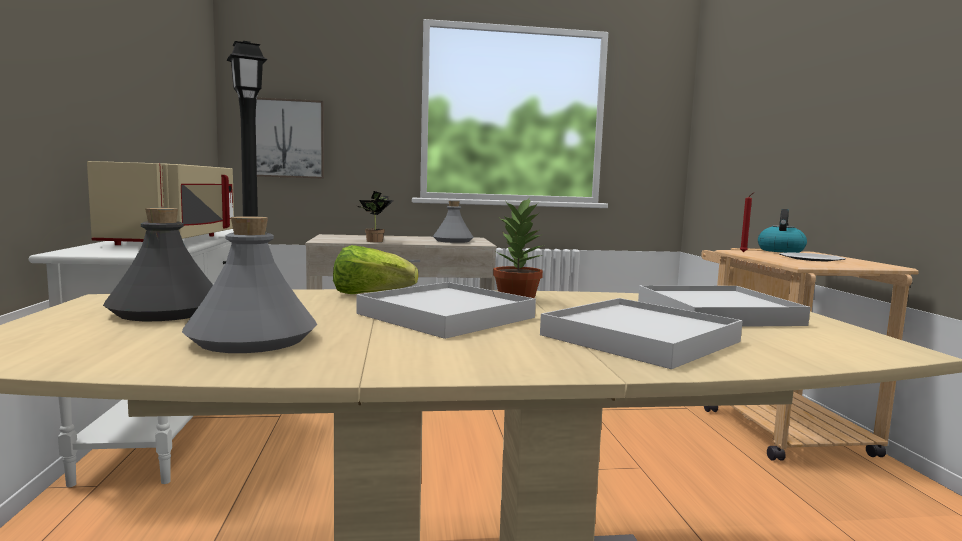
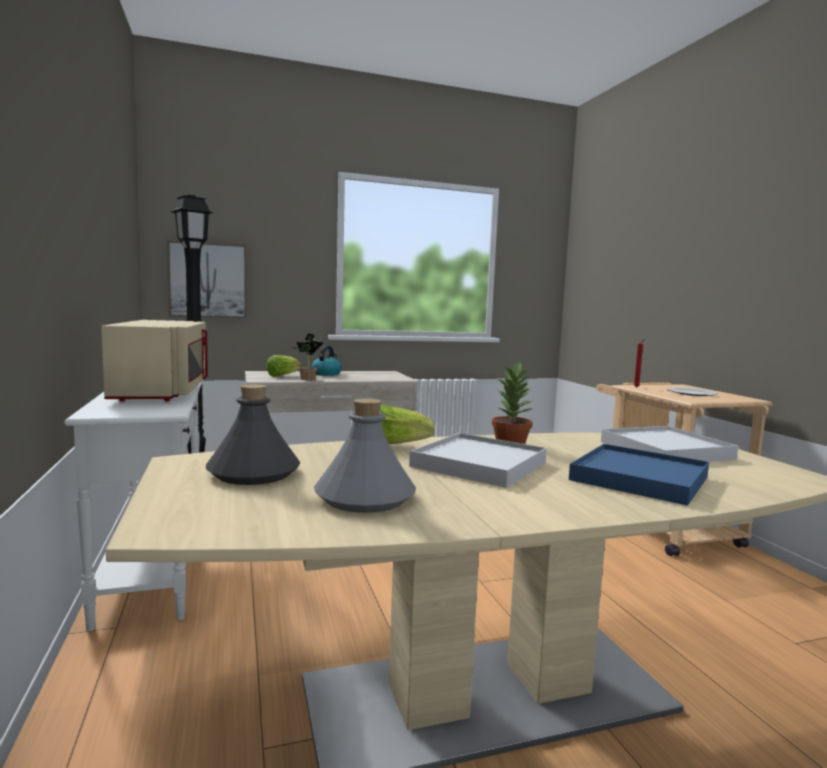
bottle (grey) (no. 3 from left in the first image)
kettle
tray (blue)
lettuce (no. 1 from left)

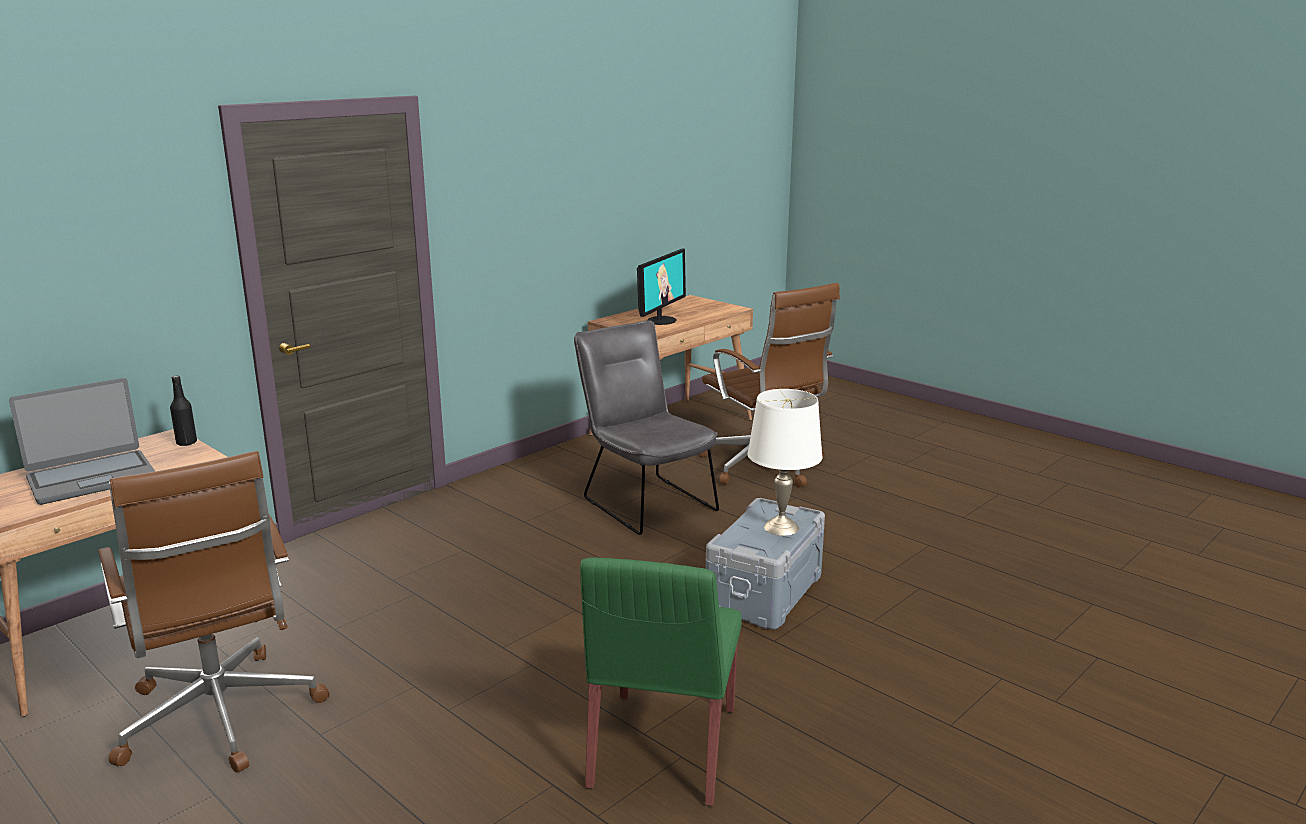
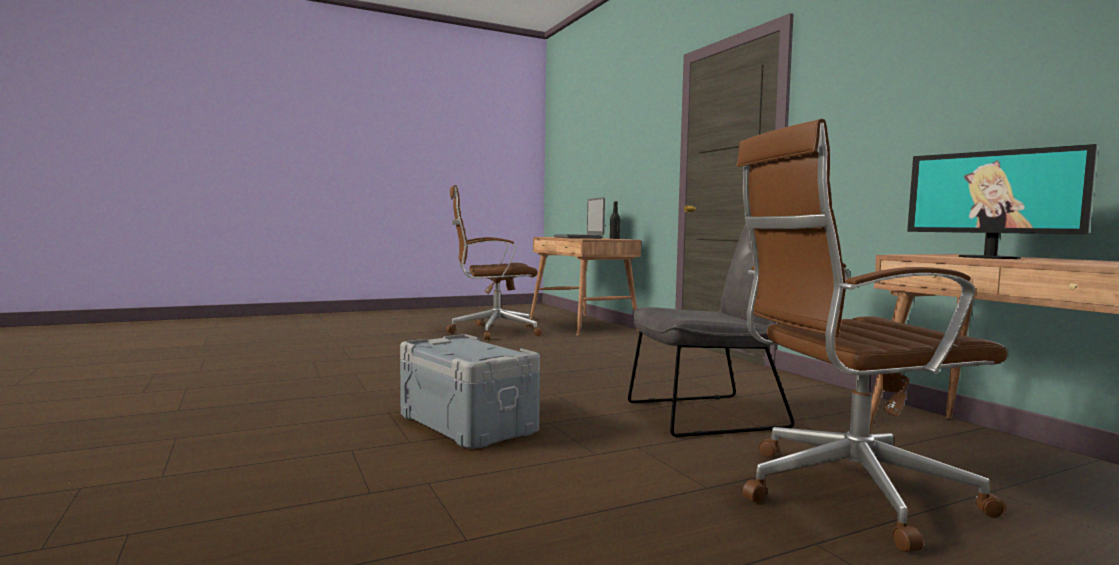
table lamp (white)
chair (green)

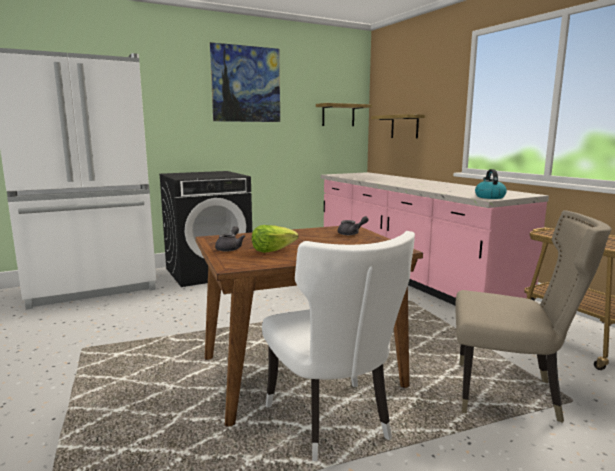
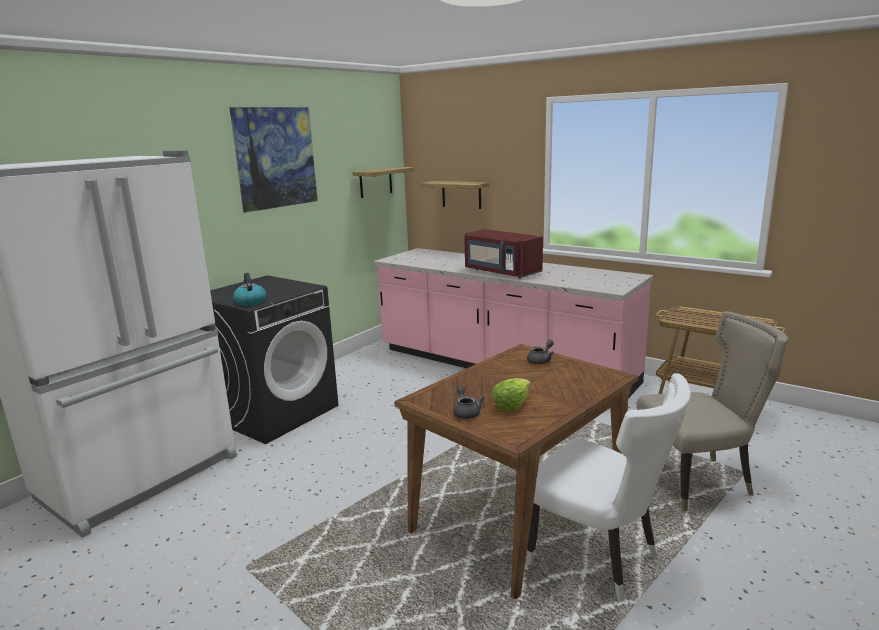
kettle
microwave (red)

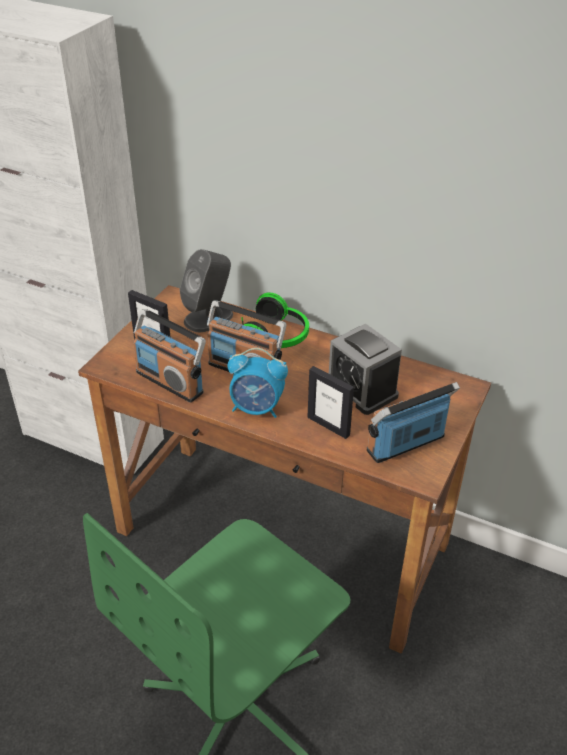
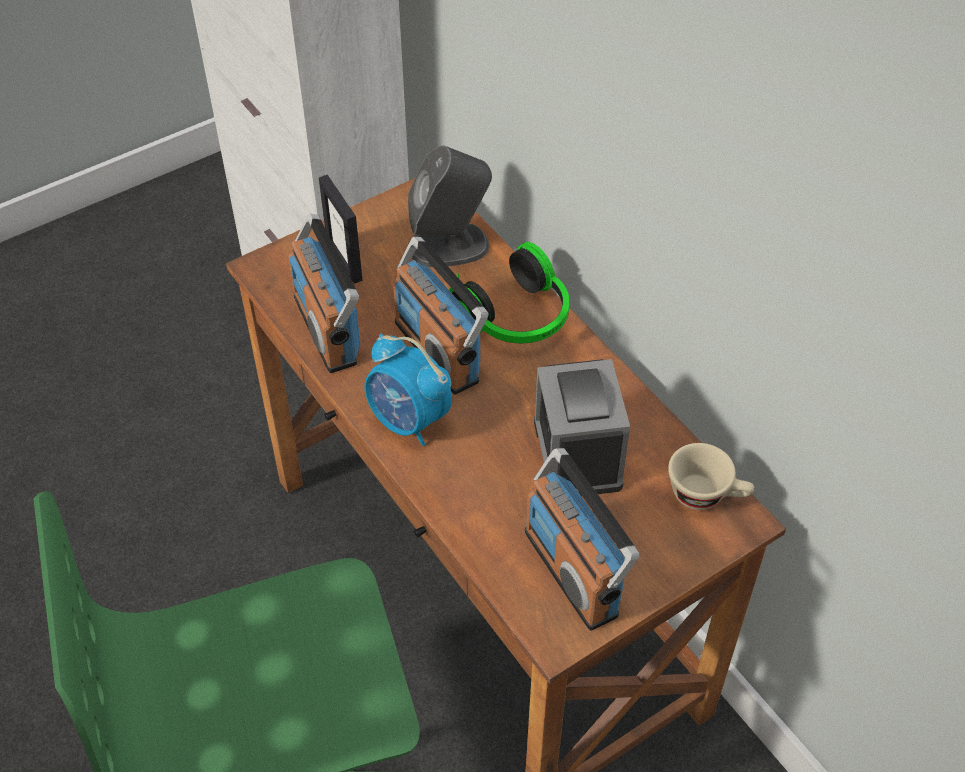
picture frame (no. 2 from left in the first image)
radio (no. 3 from left)
cup (beige)

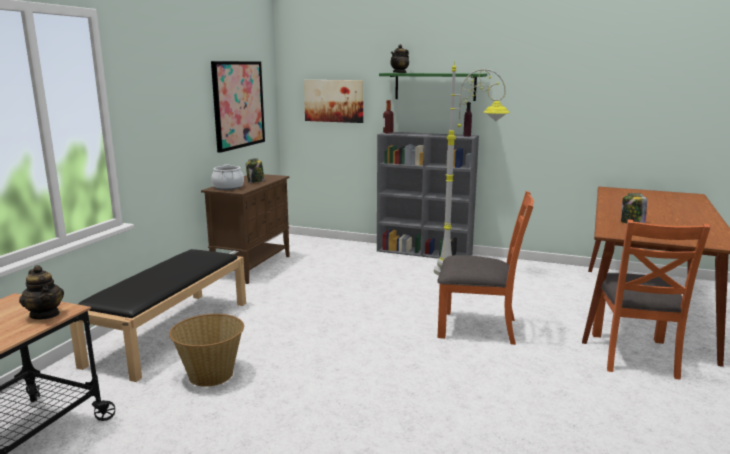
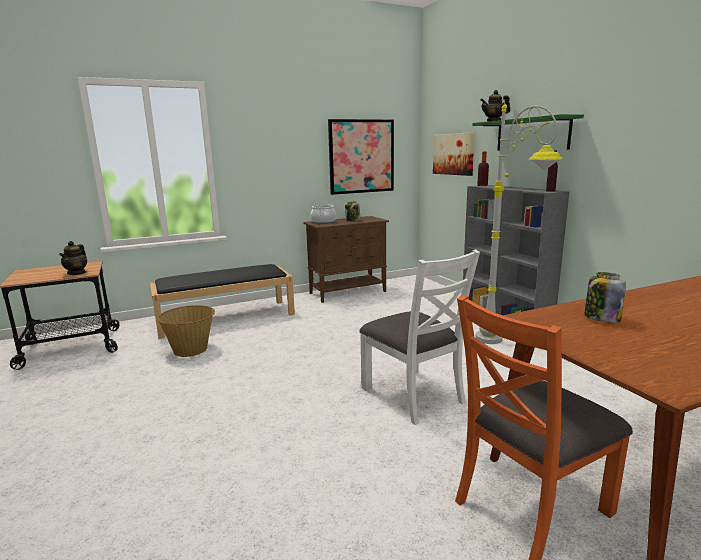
chair (white)

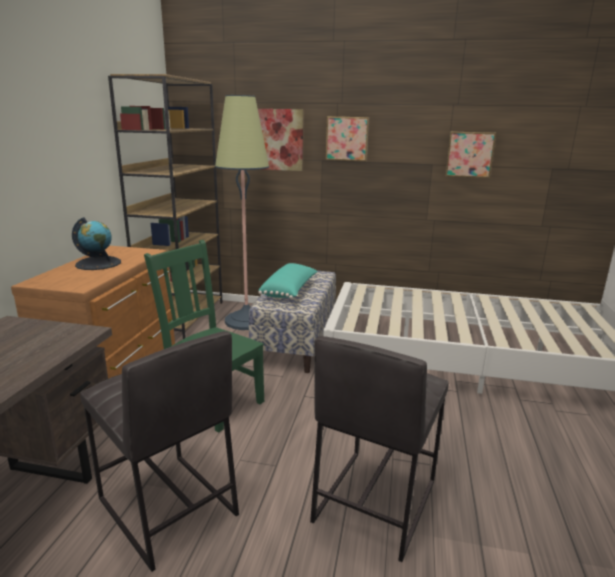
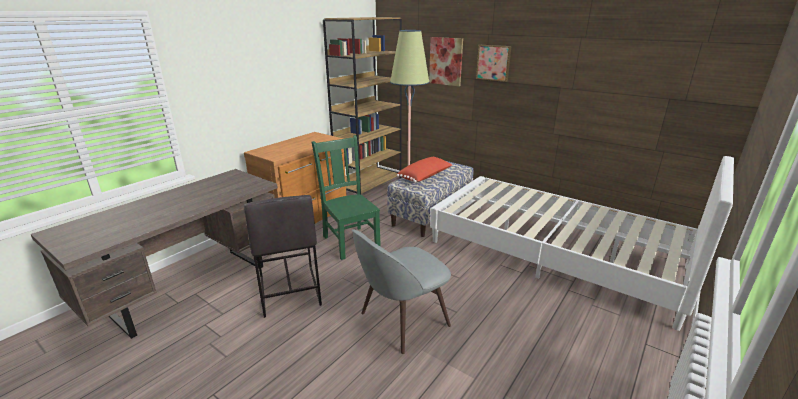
picture (no. 3 from left in the first image)
globe
pillow (red)
chair (grey)

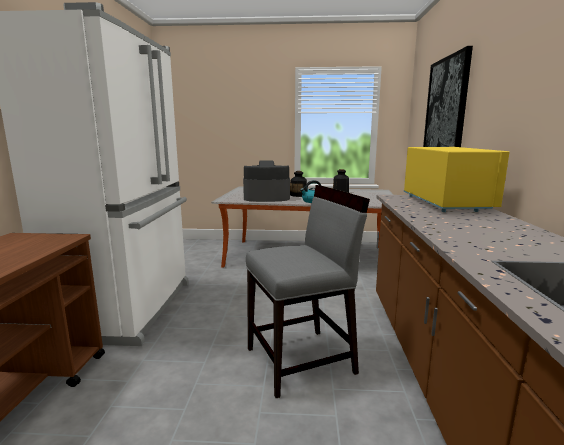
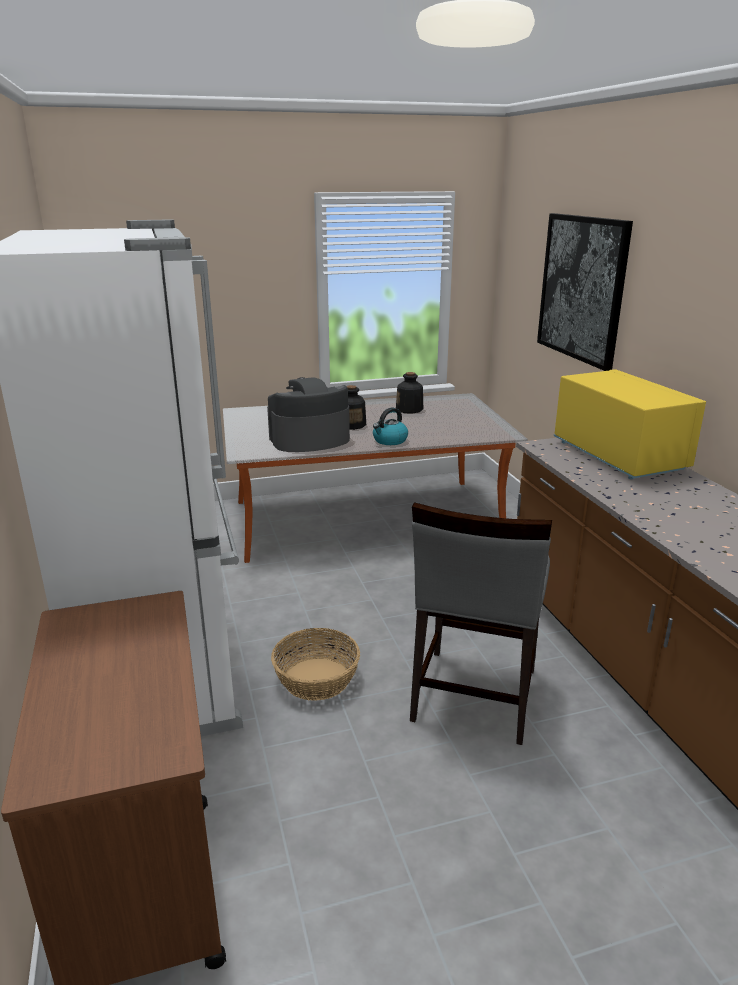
chair (grey)
basket

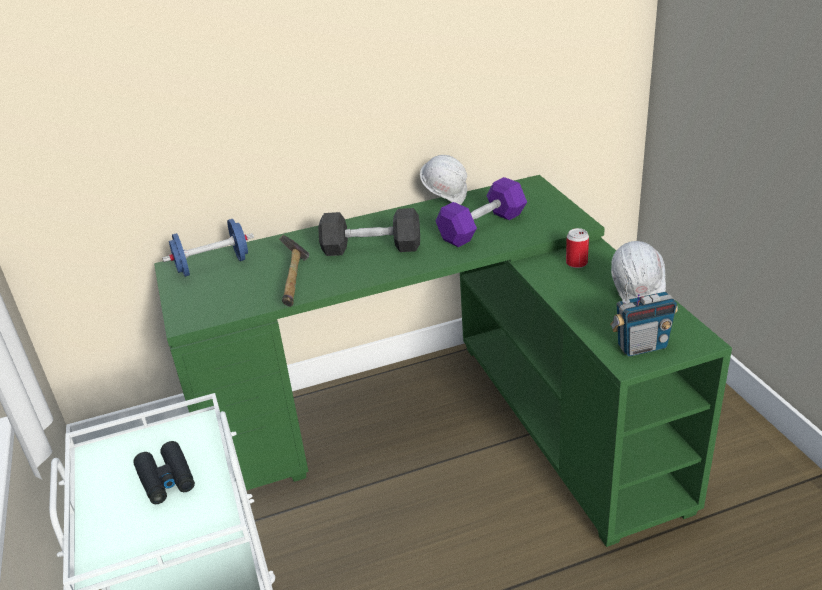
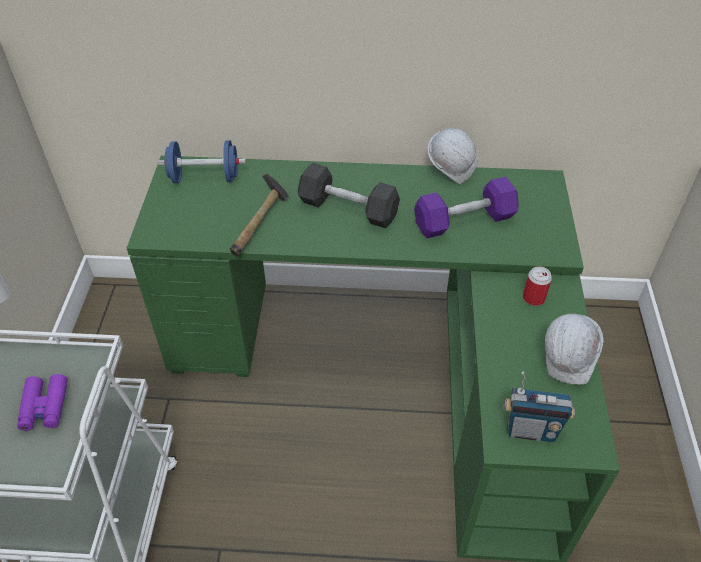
binoculars (purple)

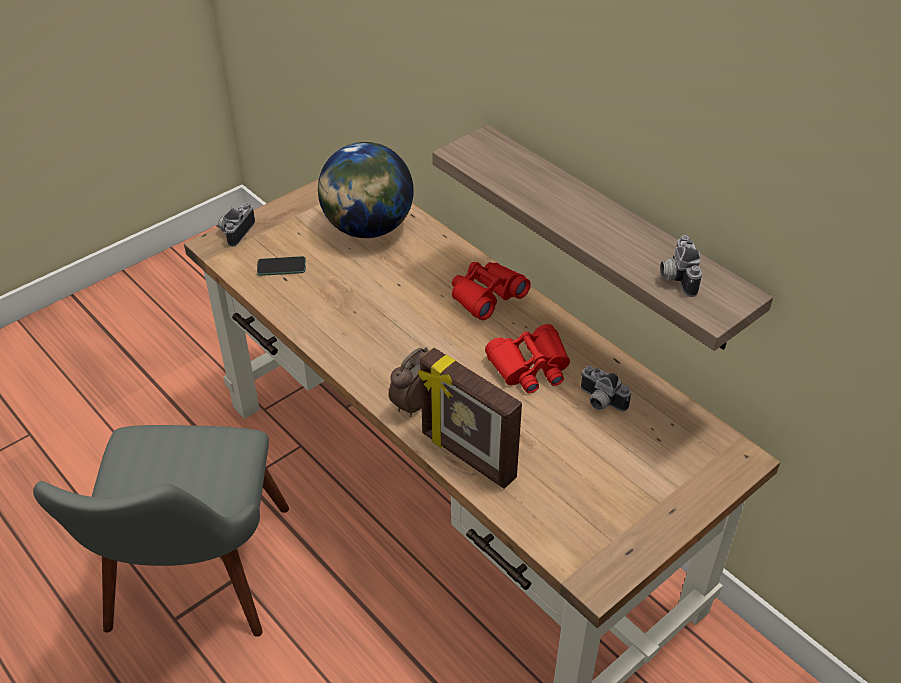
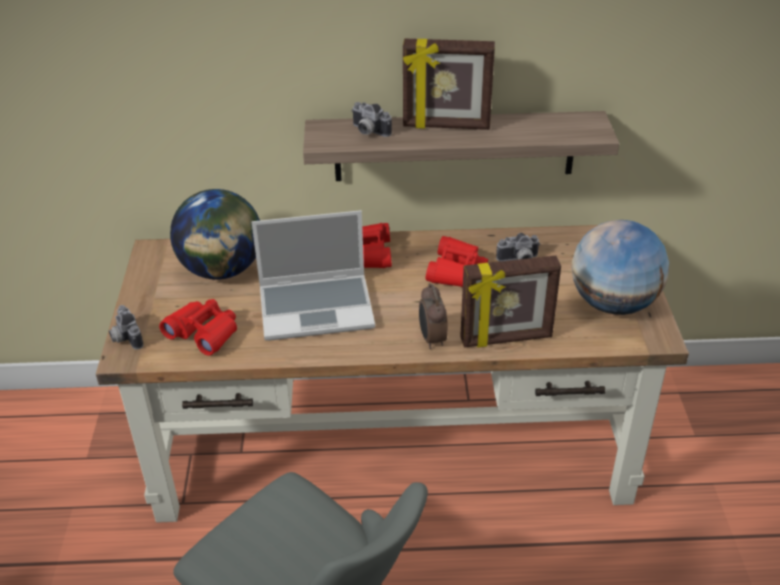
photo camera (no. 2 from left)
binoculars (red) (no. 1 from left)
picture frame (no. 1 from left)
laptop
globe (no. 2 from left)

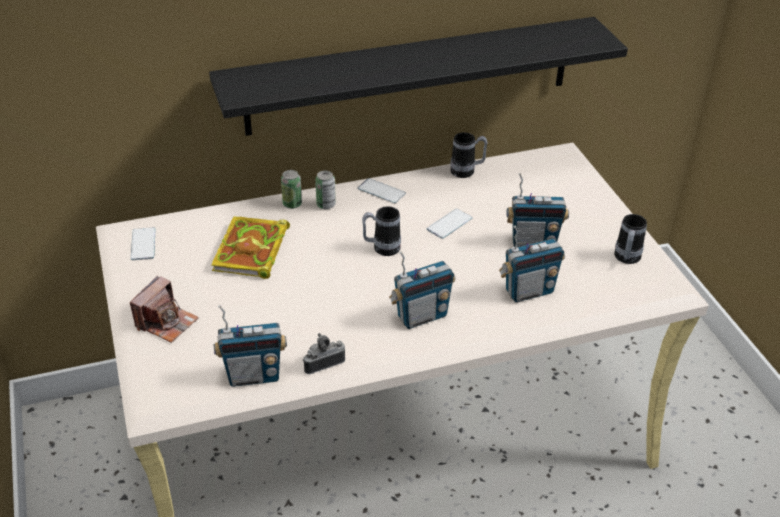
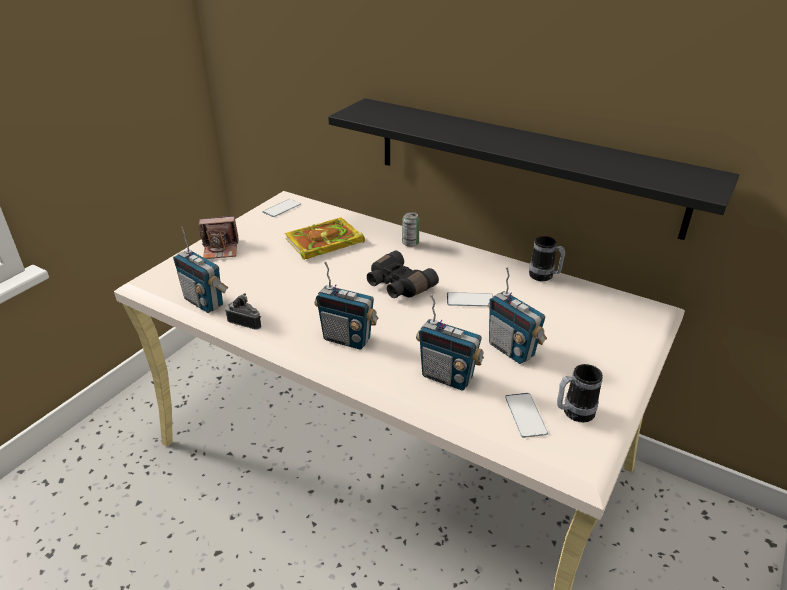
can (no. 1 from left in the first image)
phone (no. 3 from left)
binoculars (black)

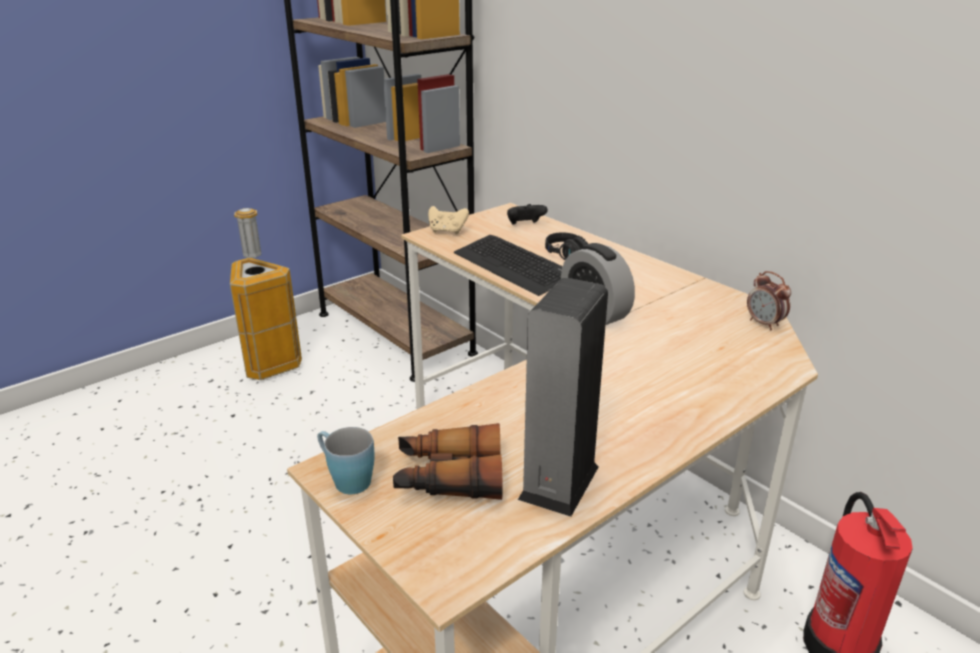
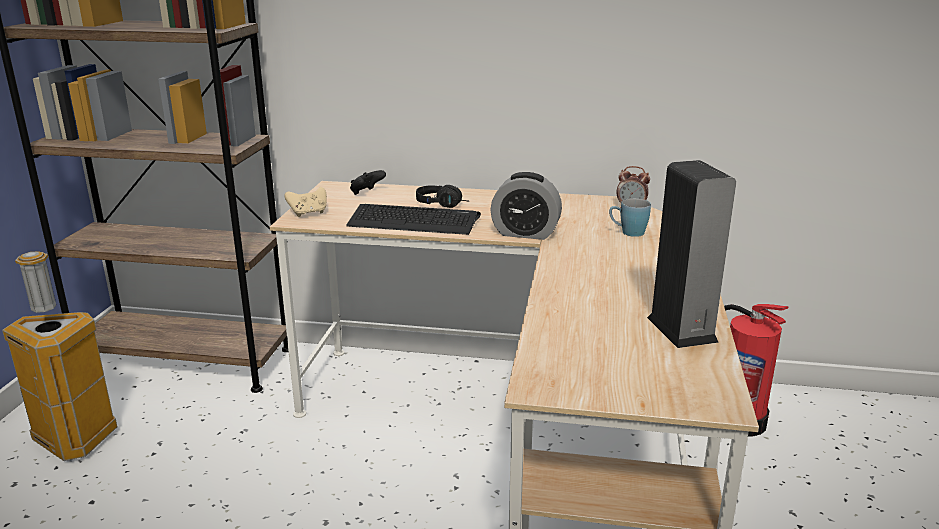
binoculars
mug (blue)

